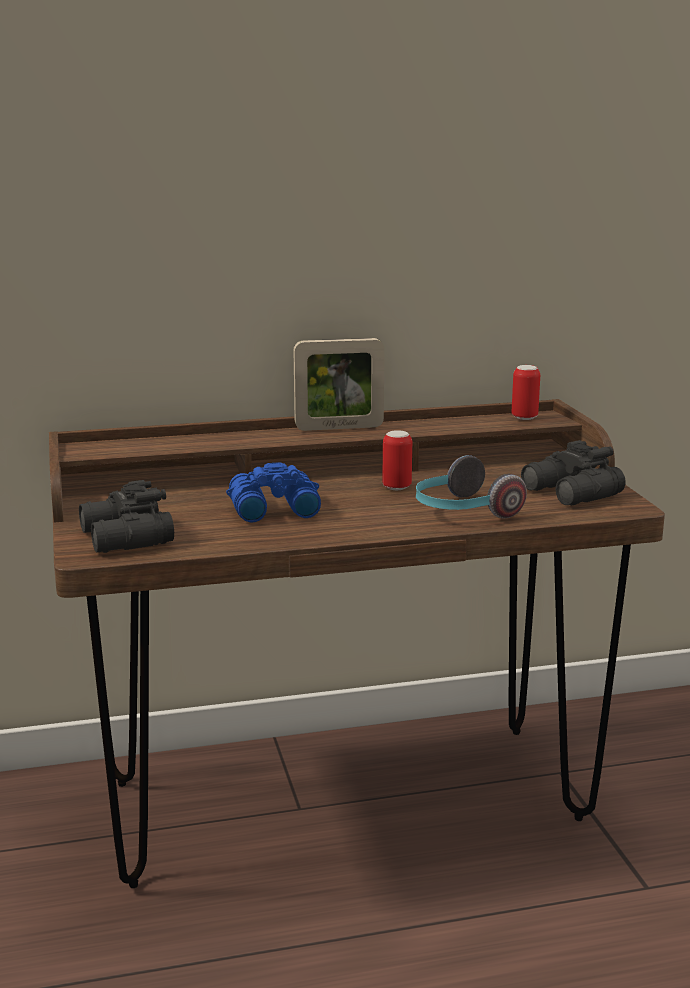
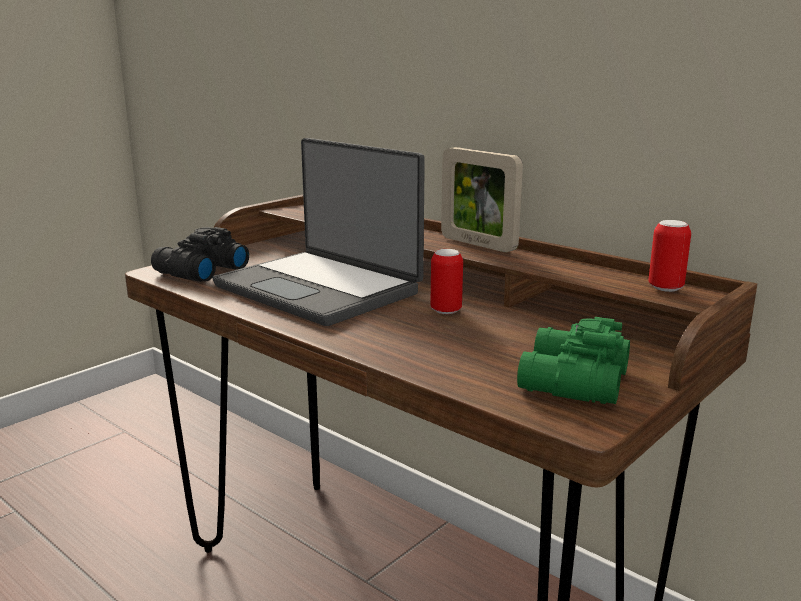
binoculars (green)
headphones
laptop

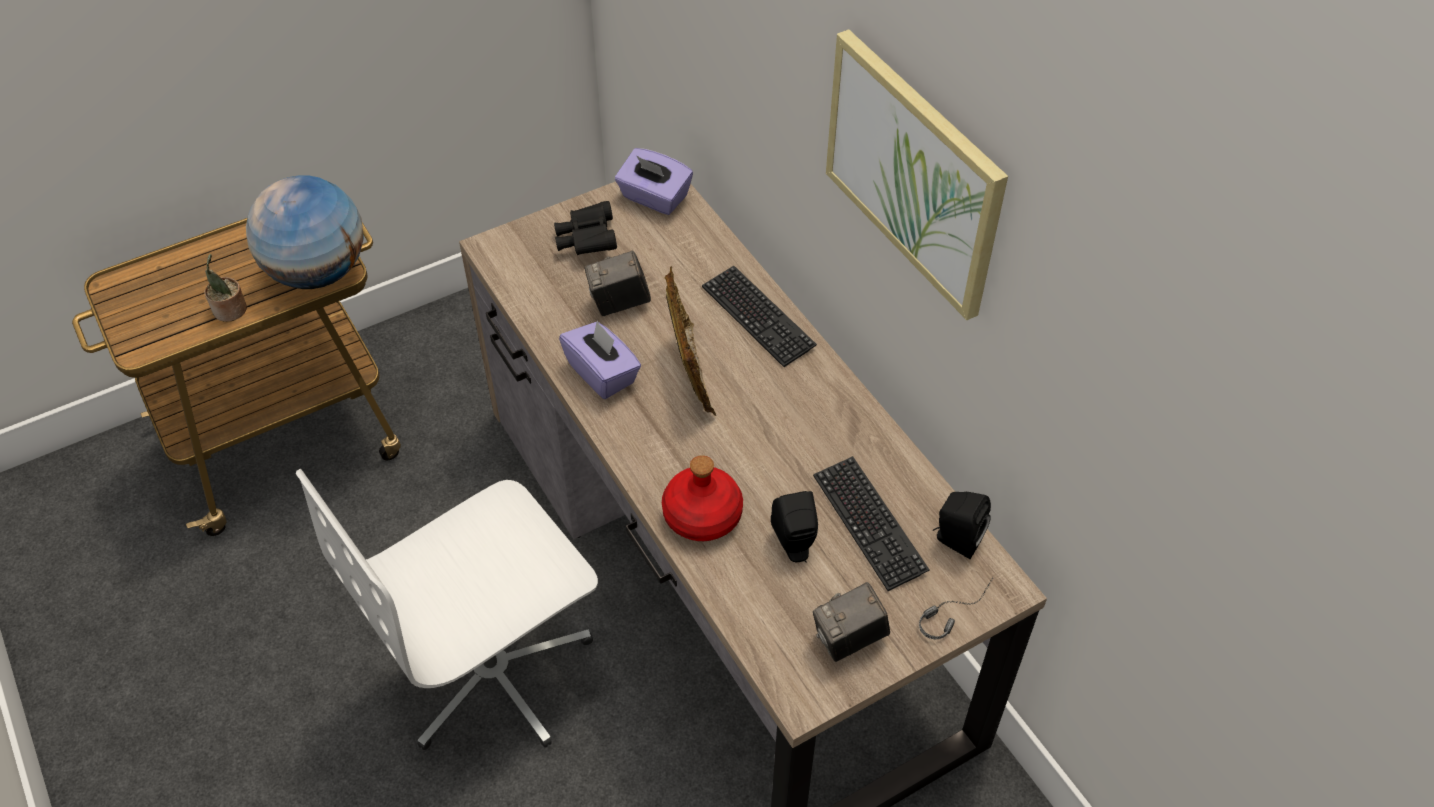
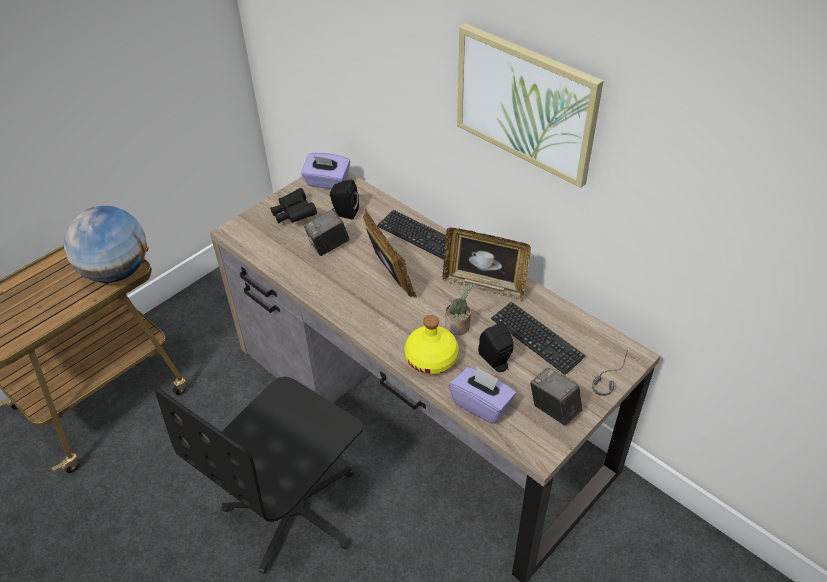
potted plant
tissue box (purple) (no. 2 from left)
bottle (yellow)
office chair (black)
speaker (black) (no. 1 from left)
photo camera (no. 2 from left)
picture frame (no. 2 from left)

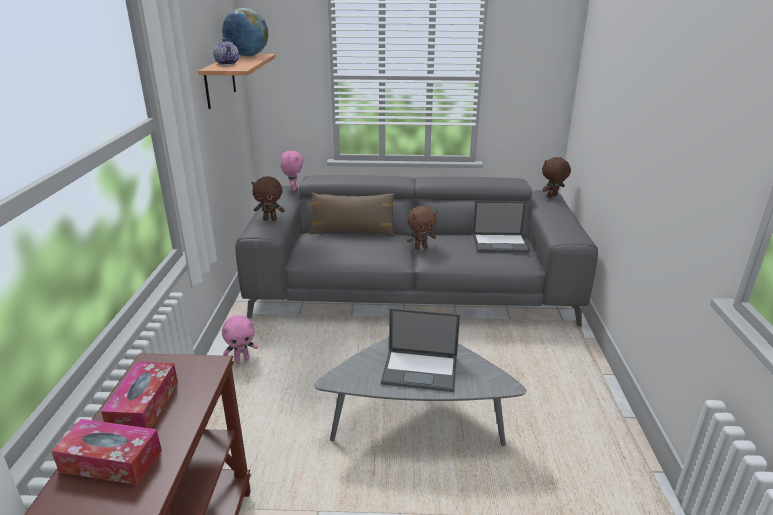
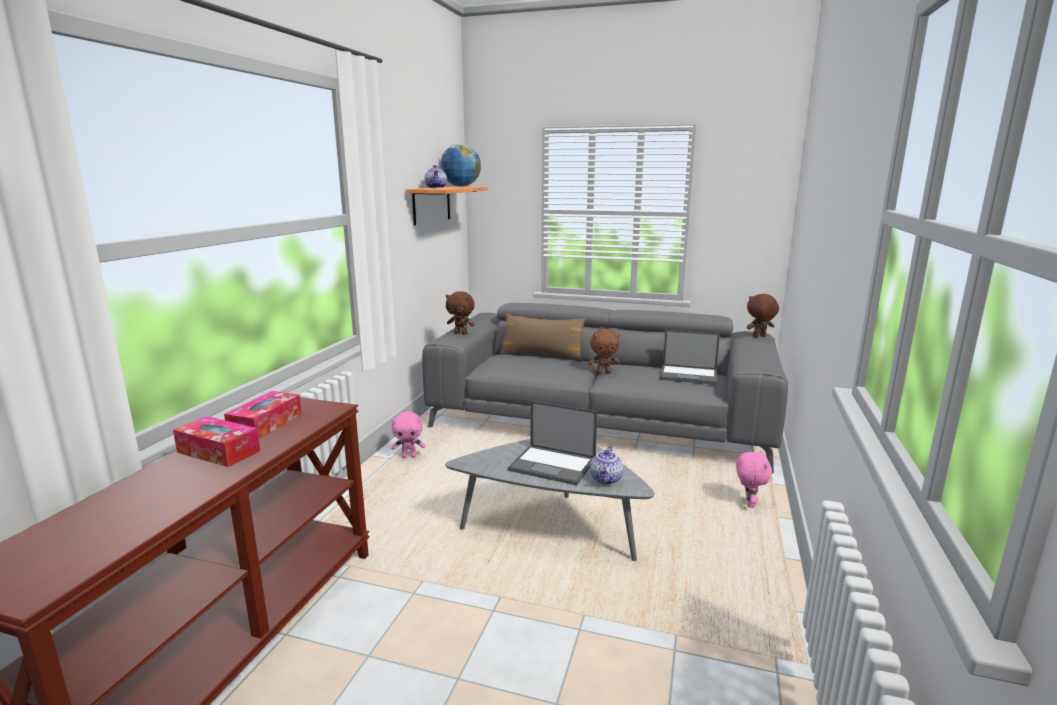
plush toy (pink) (no. 2 from left)
teapot (no. 2 from left)

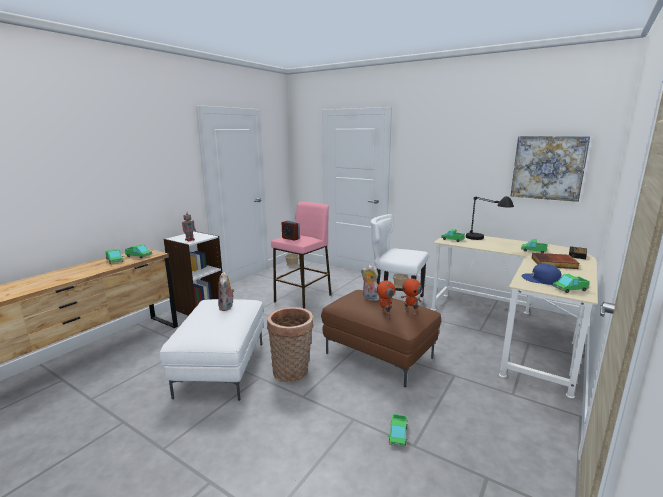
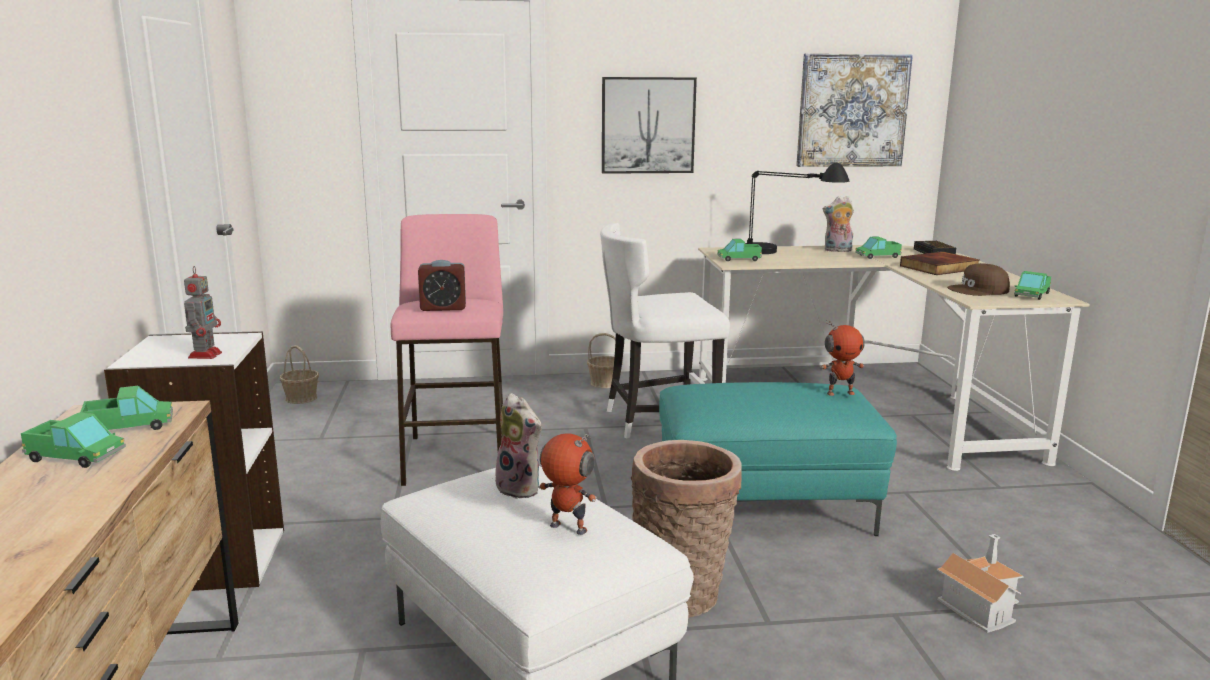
cap (brown)
plush toy (no. 2 from left)
toy robot (no. 2 from left)
ottoman (turquoise)
toy house
picture (no. 1 from left)

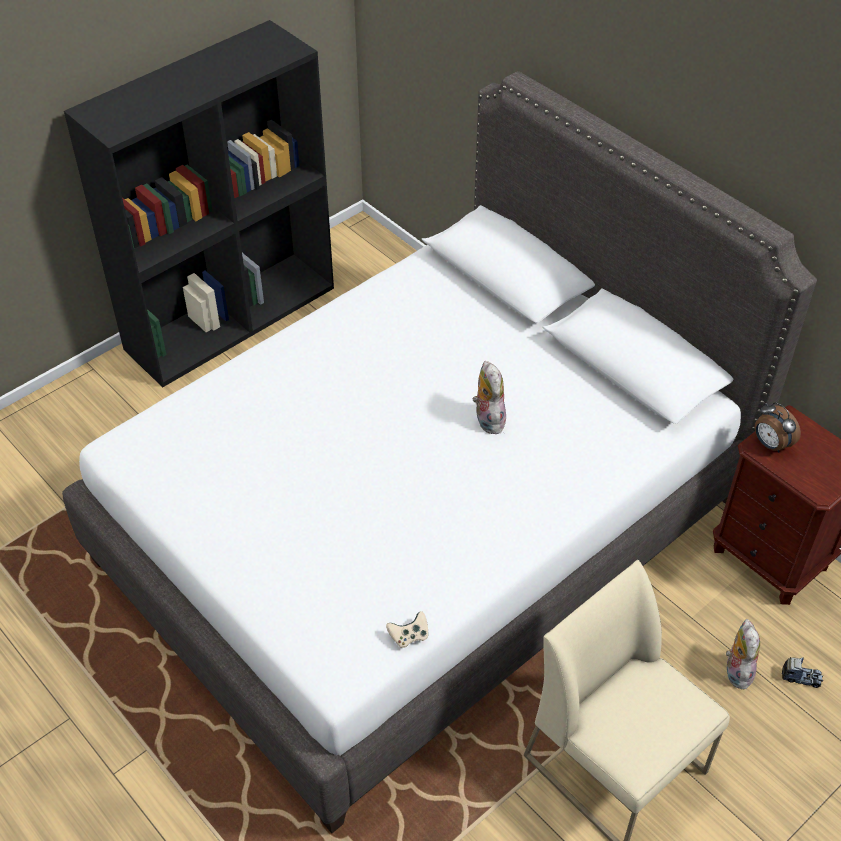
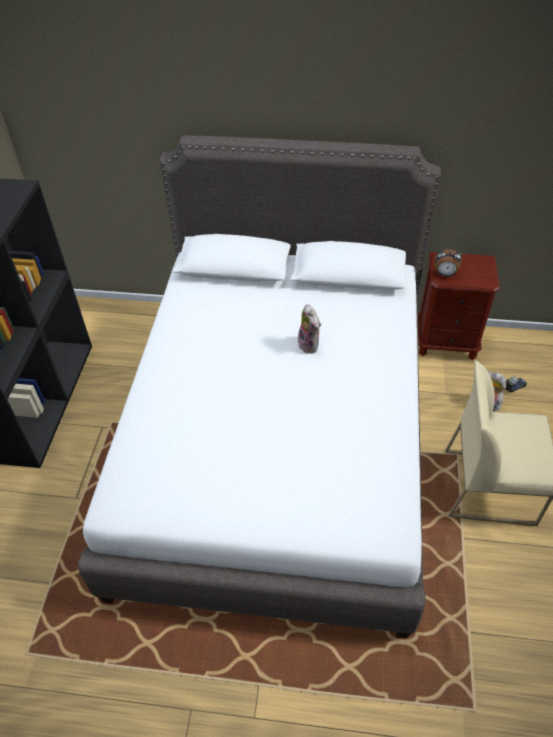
plush toy (no. 1 from left)
game controller (beige)

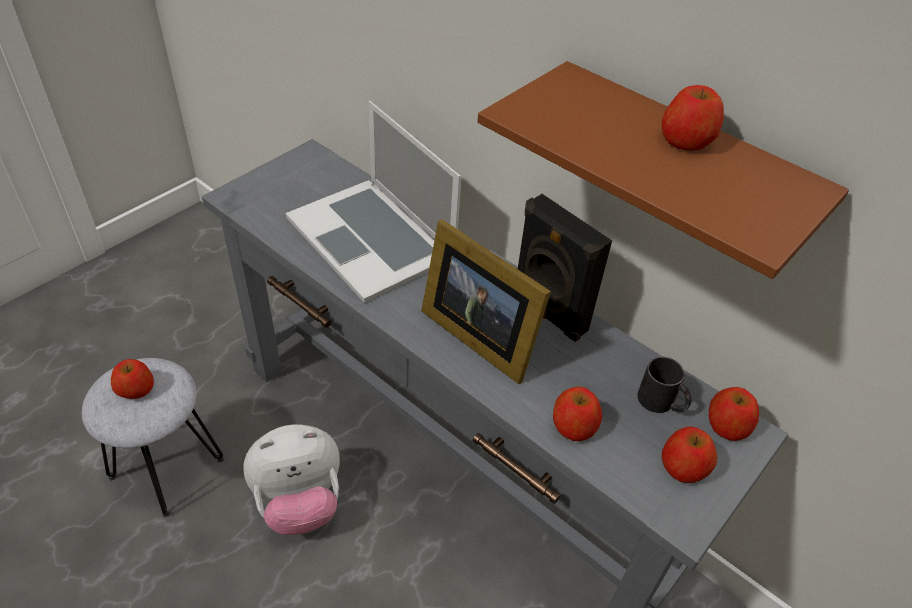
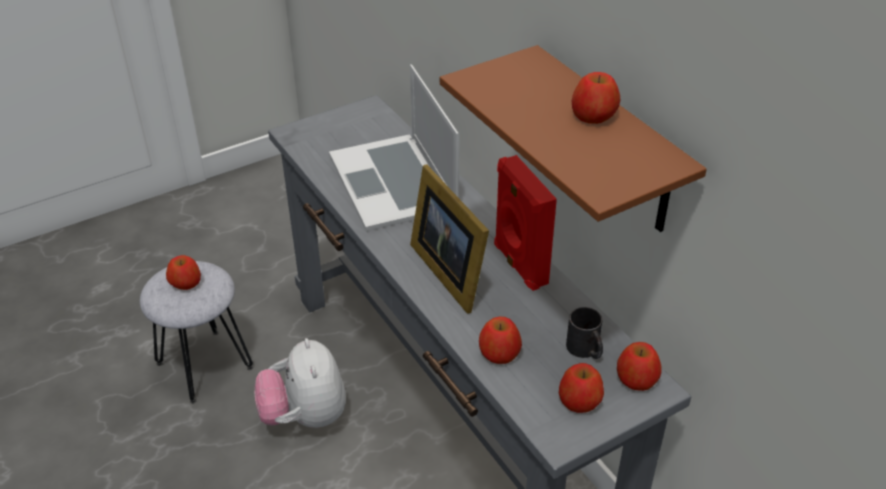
speaker (red)
plush toy

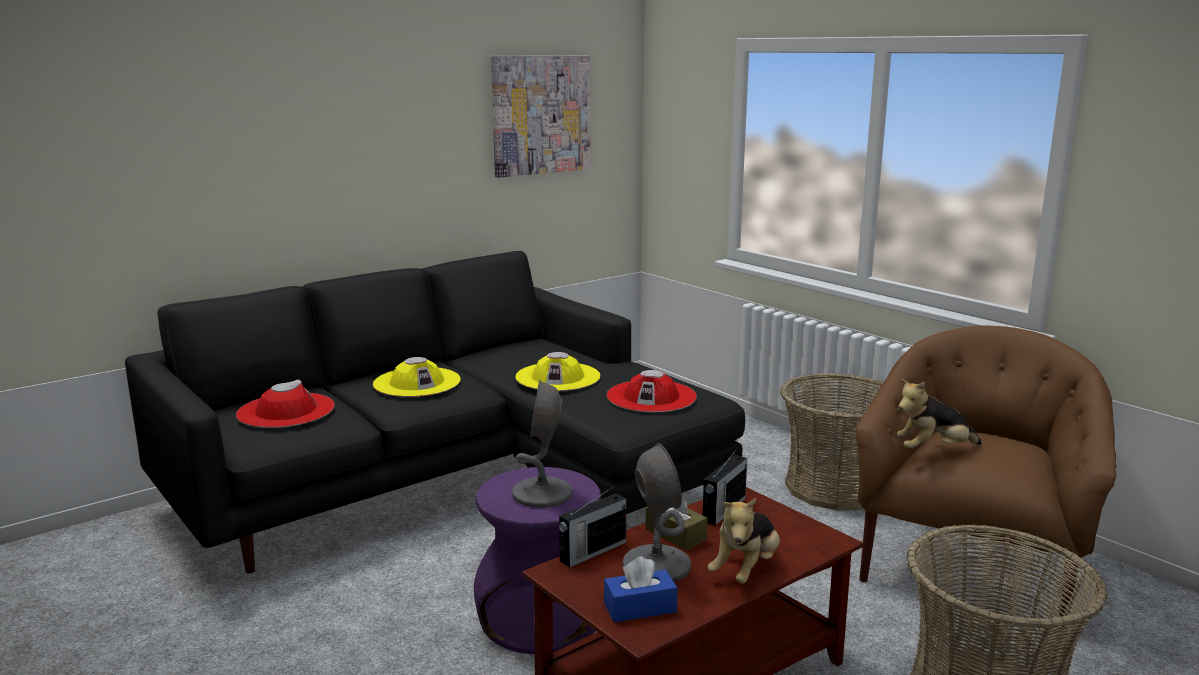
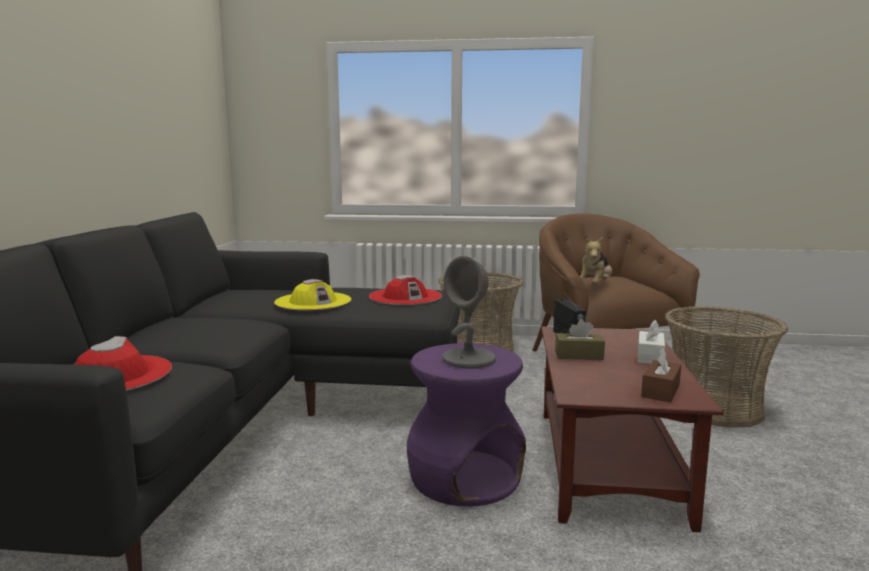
picture
hat (yellow) (no. 1 from left in the first image)
table lamp (grey) (no. 2 from left in the first image)
radio (no. 1 from left in the first image)
tissue box (white)
tissue box (brown) (no. 2 from left)

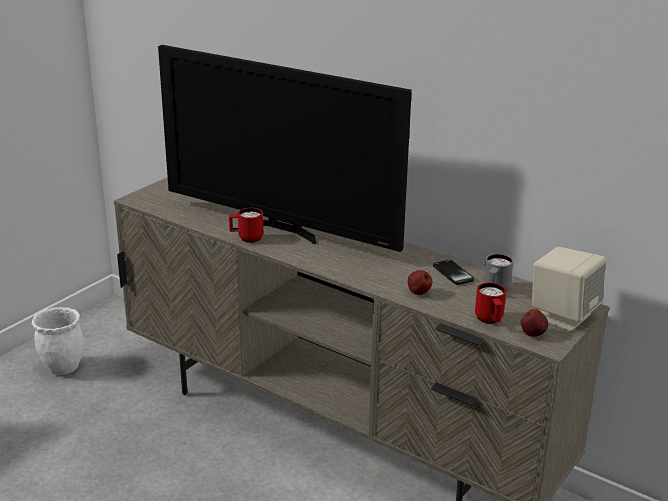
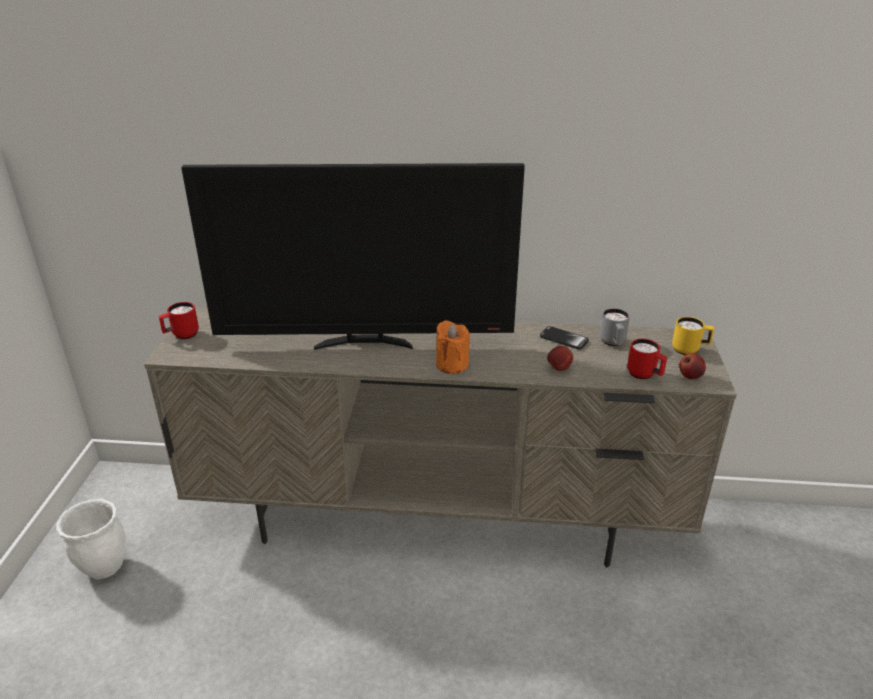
mug (red) (no. 1 from left)
mug (yellow)
candle (orange)

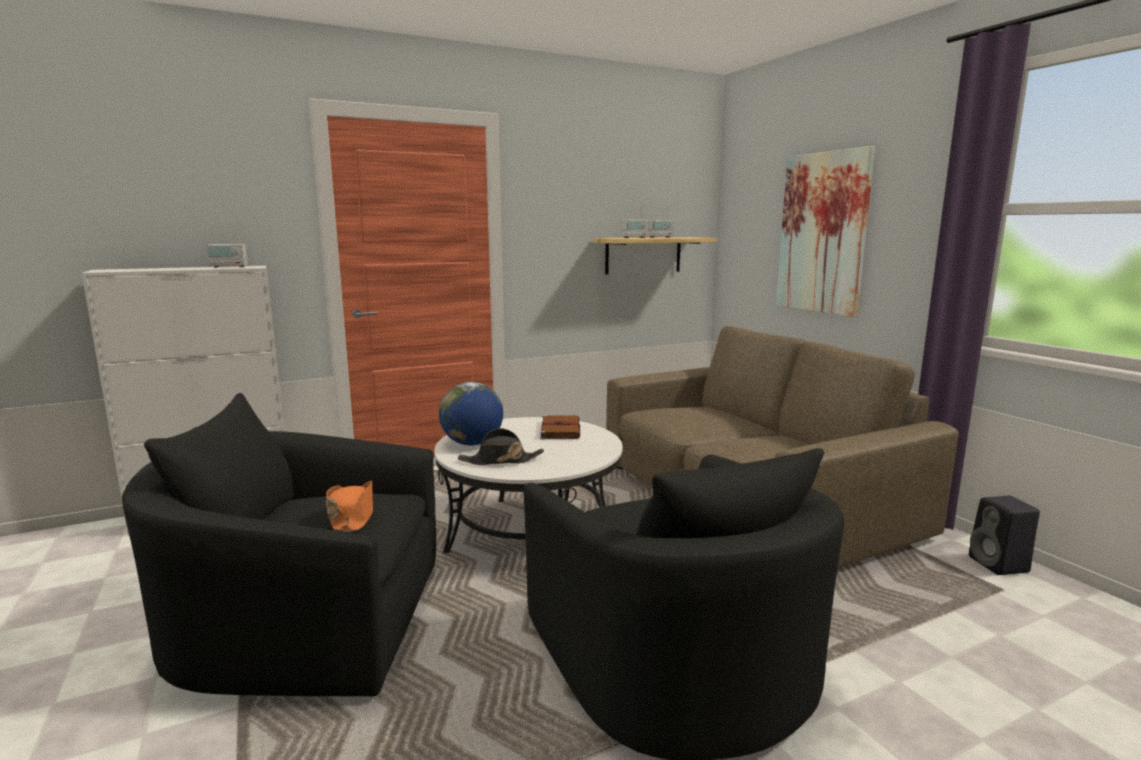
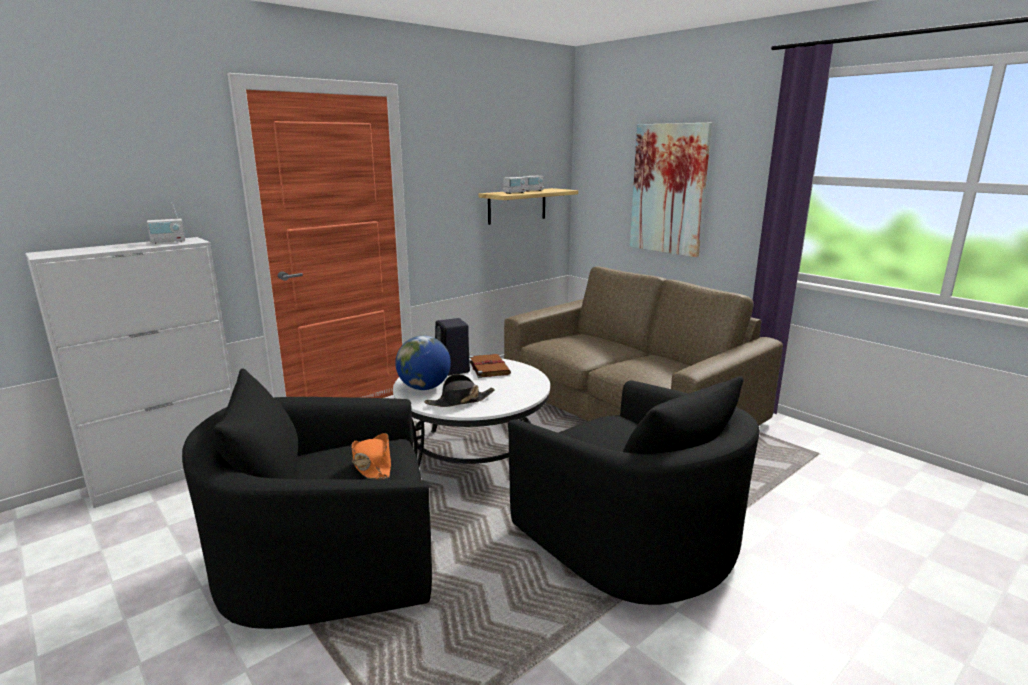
speaker (black)

